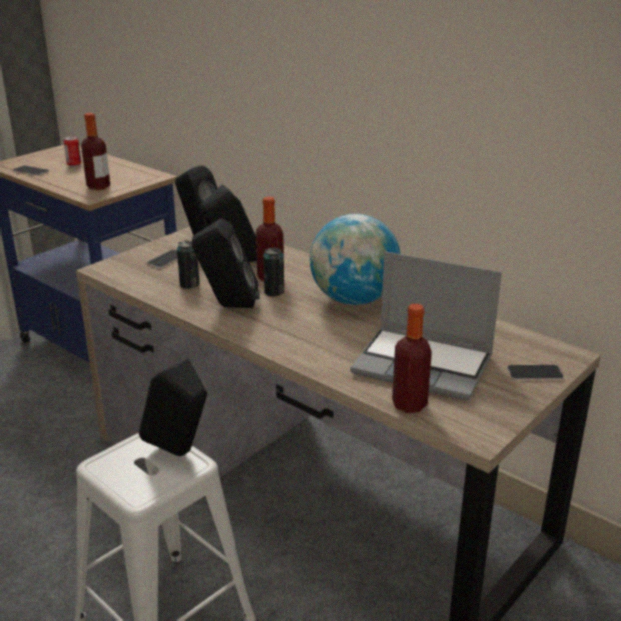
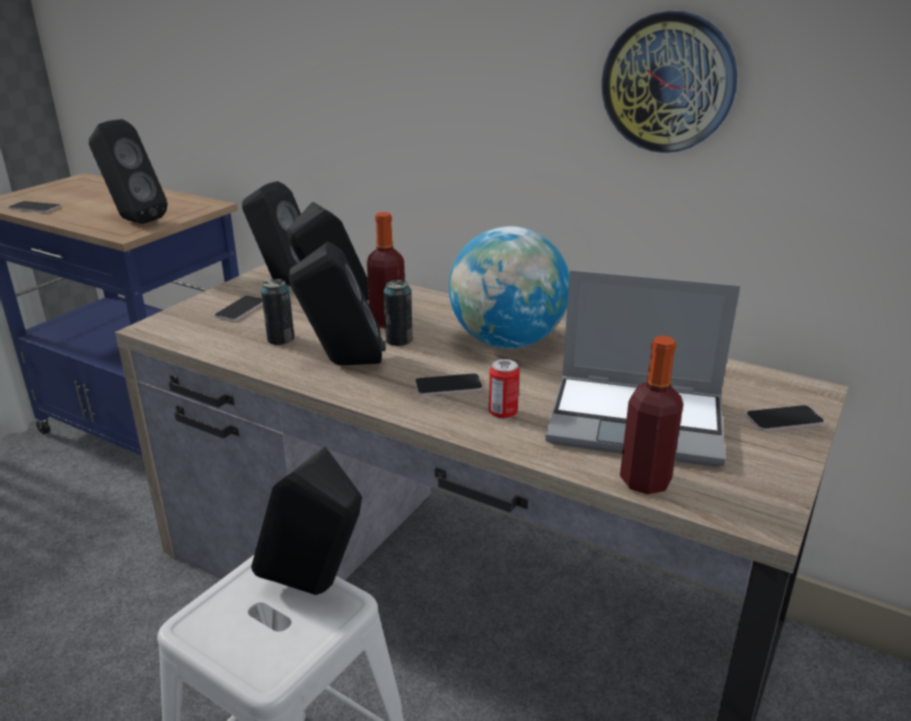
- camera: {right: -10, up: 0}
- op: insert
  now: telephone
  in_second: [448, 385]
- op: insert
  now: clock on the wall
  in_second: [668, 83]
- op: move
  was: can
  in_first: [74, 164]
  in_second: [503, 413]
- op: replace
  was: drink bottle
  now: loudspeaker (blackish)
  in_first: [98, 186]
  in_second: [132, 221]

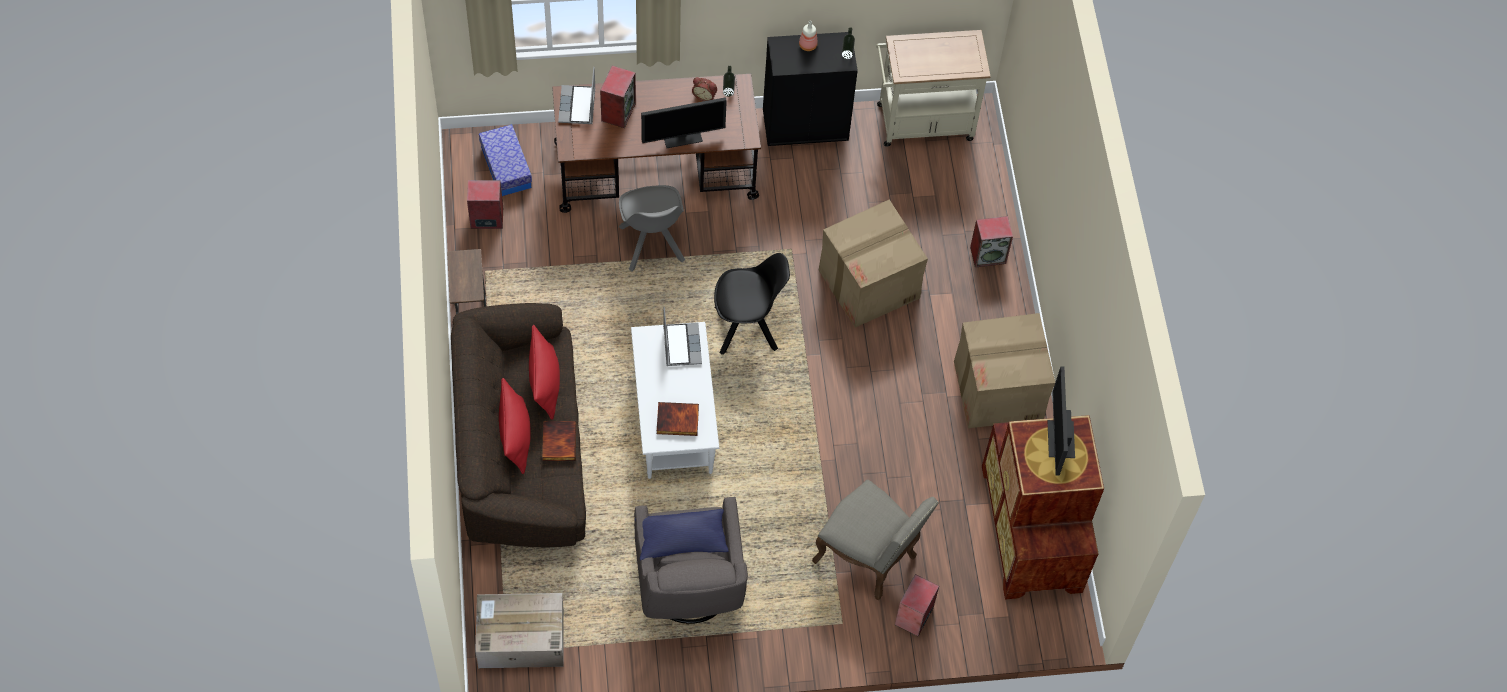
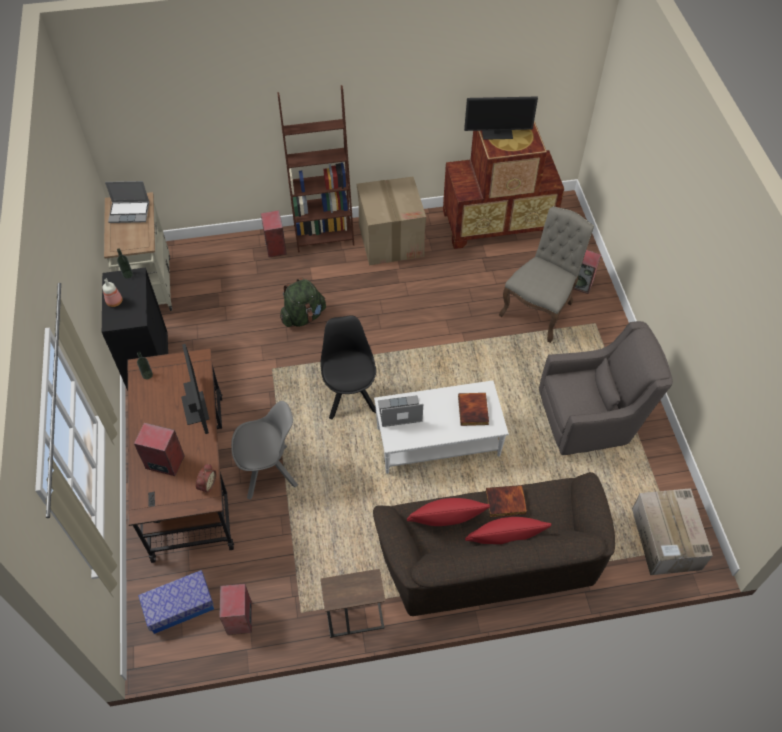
- camera: {right: -90, up: -5}
- op: delete
  was: pillow (bluish)
  in_first: [681, 540]
- op: insert
  now: bookcase (brownish)
  in_second: [324, 236]
- op: move
  was: portable computer
  in_first: [578, 106]
  in_second: [130, 212]
- op: move
  was: table clock
  in_first: [704, 95]
  in_second: [206, 484]
- op: replace
  was: cardboard box
  now: backpack (green-coloured)
  in_first: [869, 283]
  in_second: [303, 316]

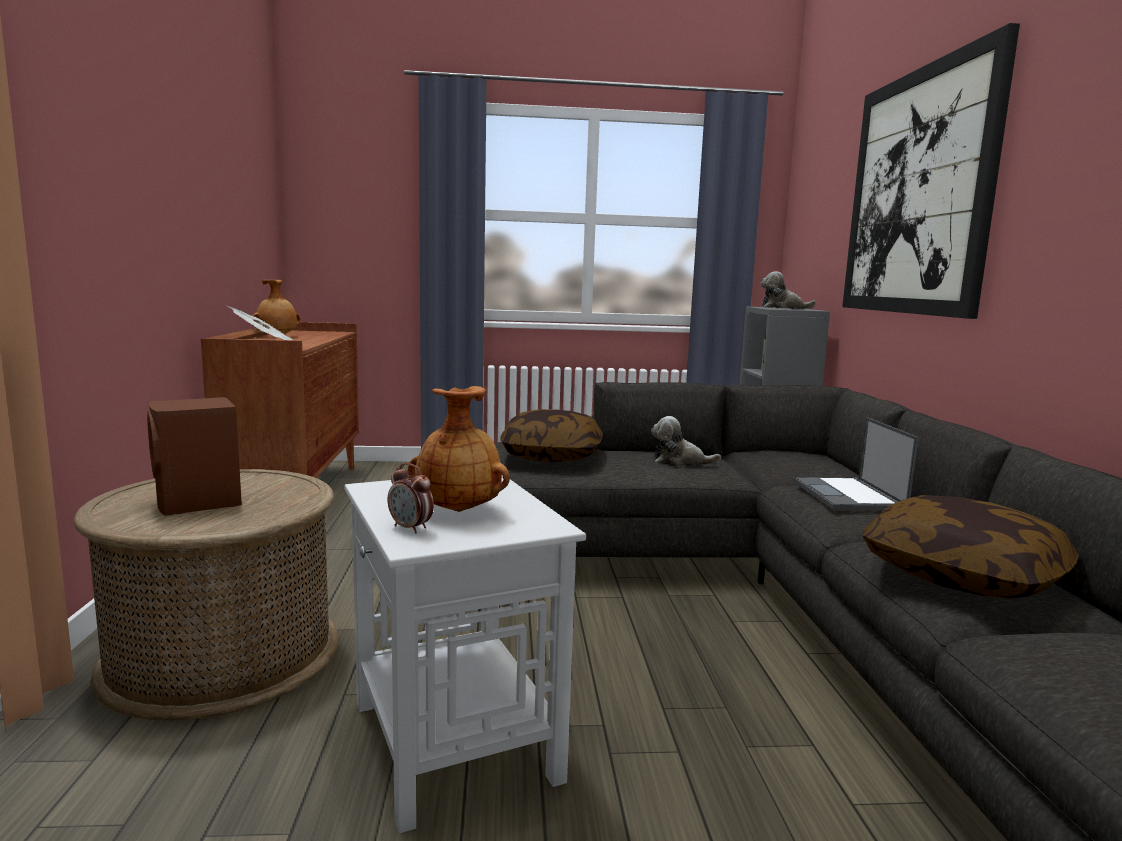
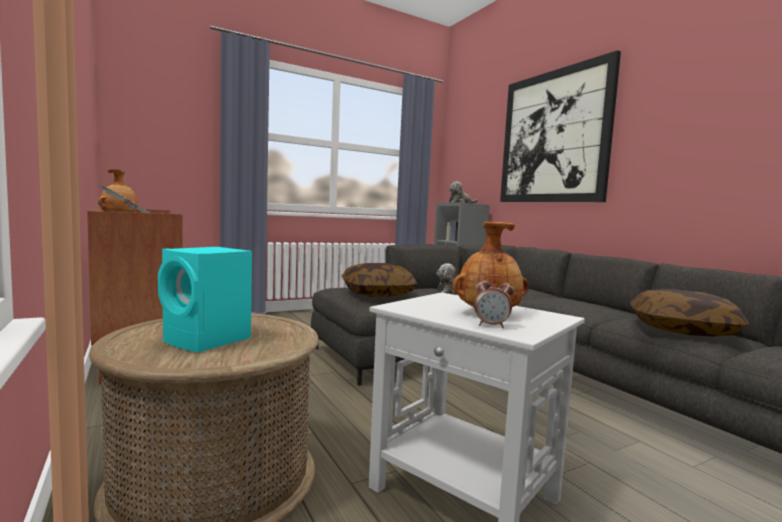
- camera: {right: -25, up: -5}
- op: delete
  was: portable computer
  in_first: [848, 495]
- op: recolor
  was: loudspeaker (brownish)
  now: loudspeaker (turquoise-coloured)
  in_first: [198, 503]
  in_second: [208, 341]

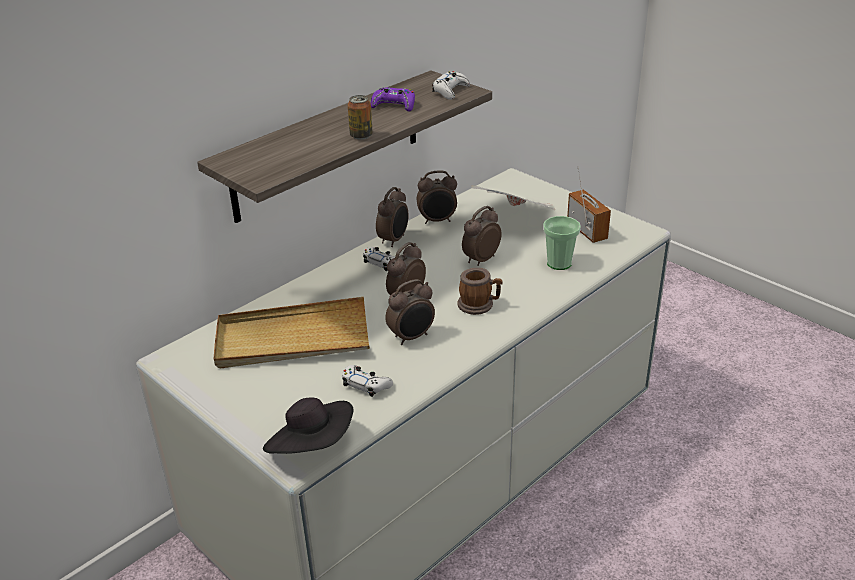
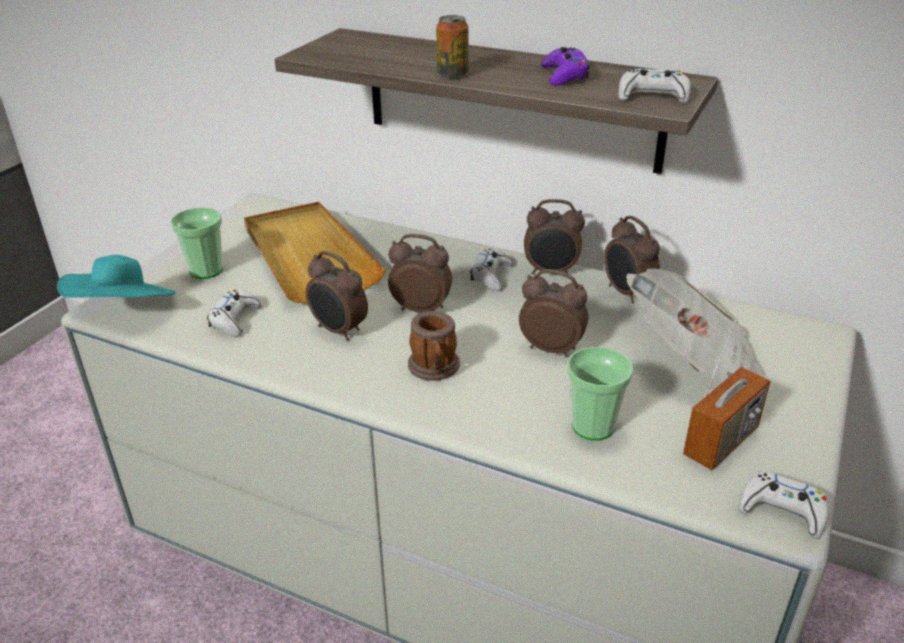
- camera: {right: 70, up: 0}
- op: insert
  now: cup
  in_second: [206, 270]
- op: insert
  now: game controller (white-coloured)
  in_second: [782, 511]
- op: recolor
  was: clothing hat (blackish)
  now: clothing hat (turquoise-coloured)
  in_first: [312, 446]
  in_second: [124, 311]

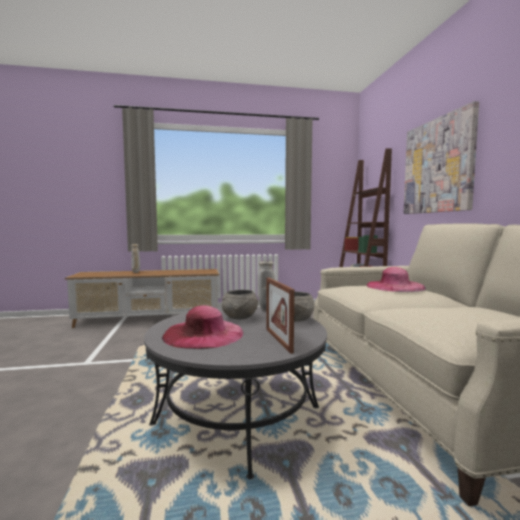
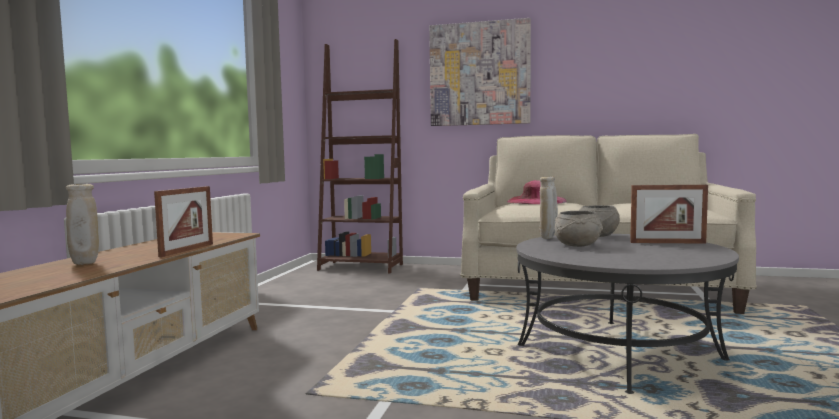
- camera: {right: -65, up: 0}
- op: delete
  was: clothing hat (pink-coloured)
  in_first: [203, 334]
- op: insert
  now: photo frame
  in_second: [187, 250]

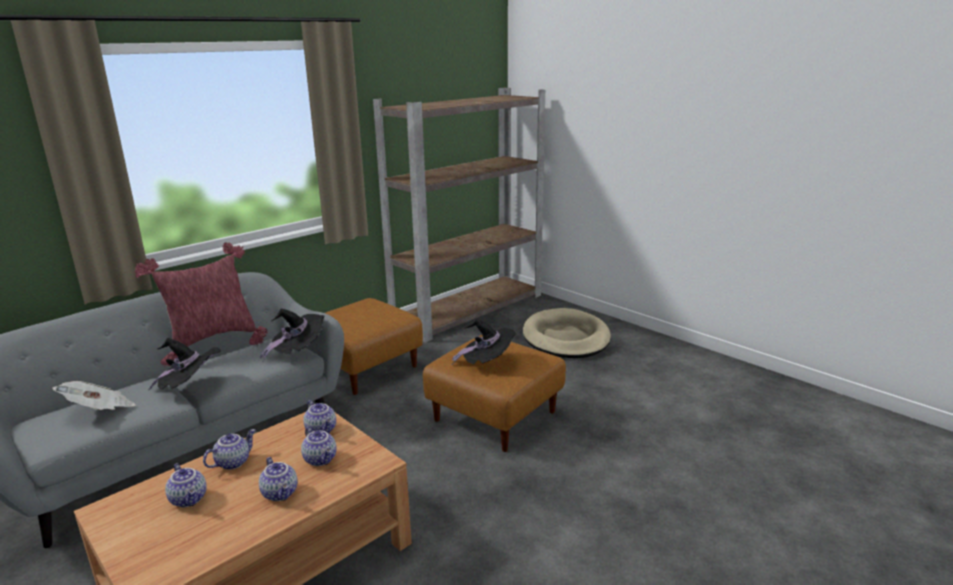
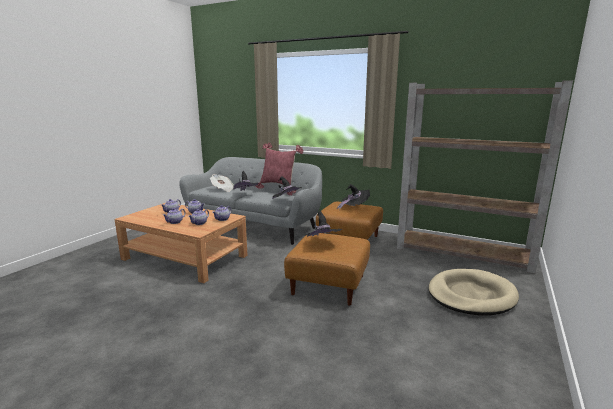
- camera: {right: 70, up: -5}
- op: insert
  now: clothing hat (blackish)
  in_second: [354, 207]

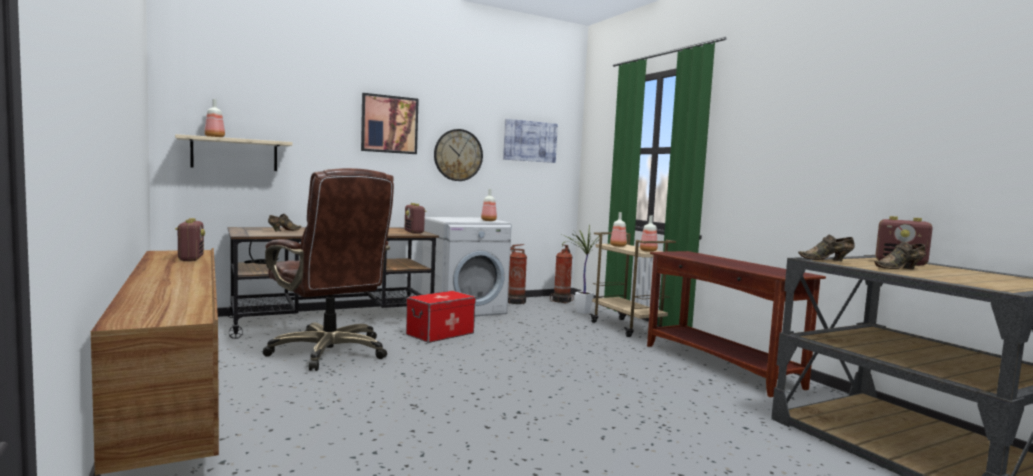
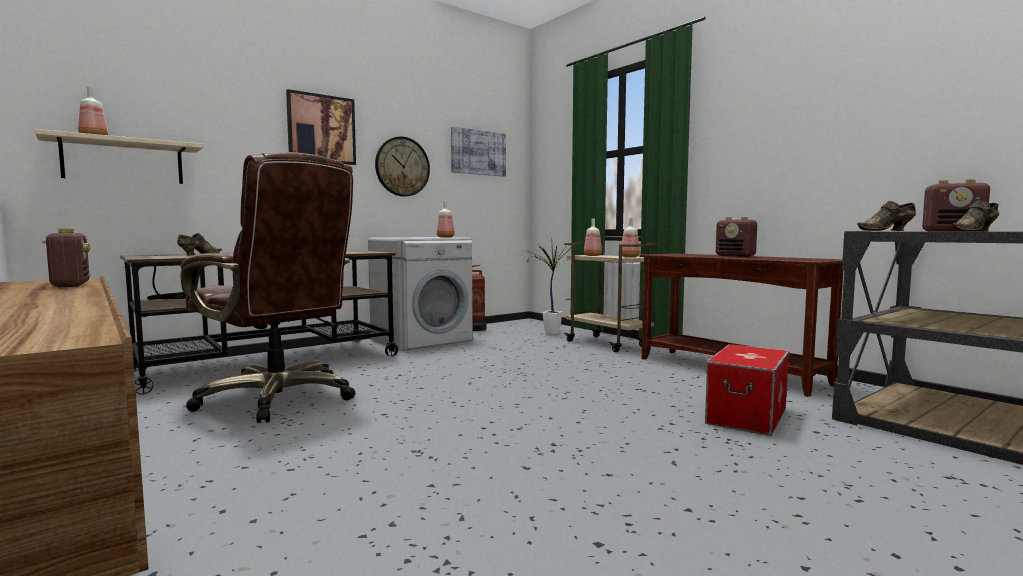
- camera: {right: -10, up: 0}
- op: delete
  was: fire extinguisher
  in_first: [562, 301]
- op: move
  was: radio
  in_first: [414, 232]
  in_second: [735, 256]
- op: move
  was: storage container
  in_first: [440, 333]
  in_second: [746, 415]

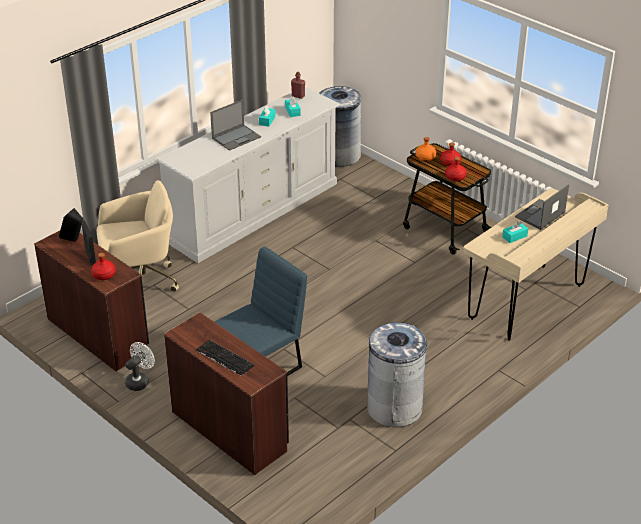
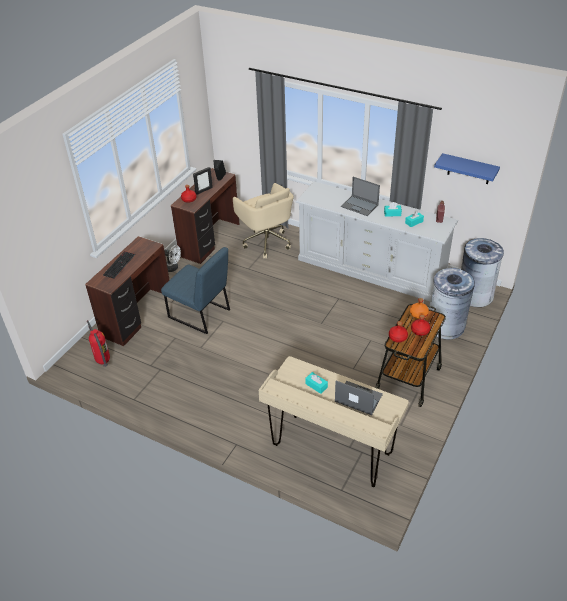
- camera: {right: 75, up: 5}
- op: insert
  now: fire extinguisher
  in_second: [103, 362]
- op: insert
  now: wall shelf (bluish)
  in_second: [469, 169]
- op: move
  was: trash can (gray)
  in_first: [394, 408]
  in_second: [445, 326]

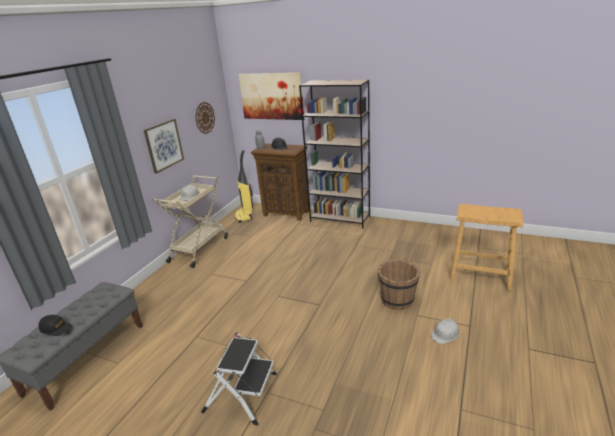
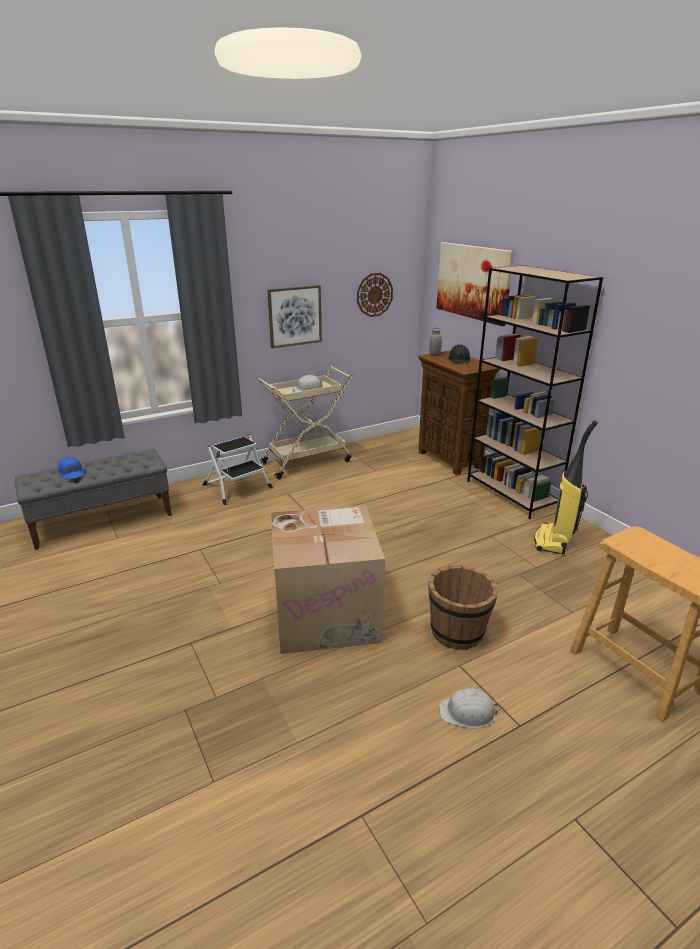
- camera: {right: 35, up: 0}
- op: insert
  now: cardboard box
  in_second: [327, 613]
- op: move
  was: stepladder
  in_first: [241, 394]
  in_second: [236, 487]
- op: move
  was: vacuum
  in_first: [244, 216]
  in_second: [553, 541]
- op: recolor
  was: baseball cap (blackish)
  now: baseball cap (bluish)
  in_first: [56, 328]
  in_second: [72, 473]

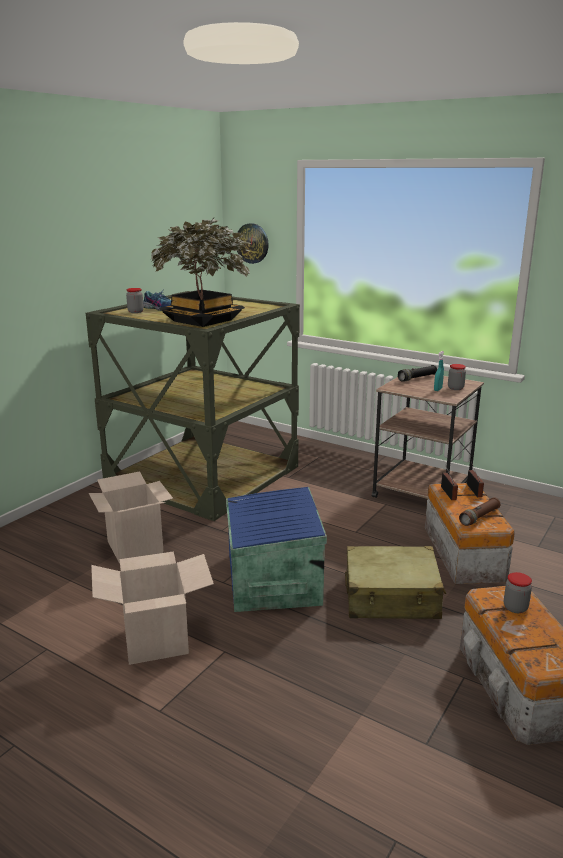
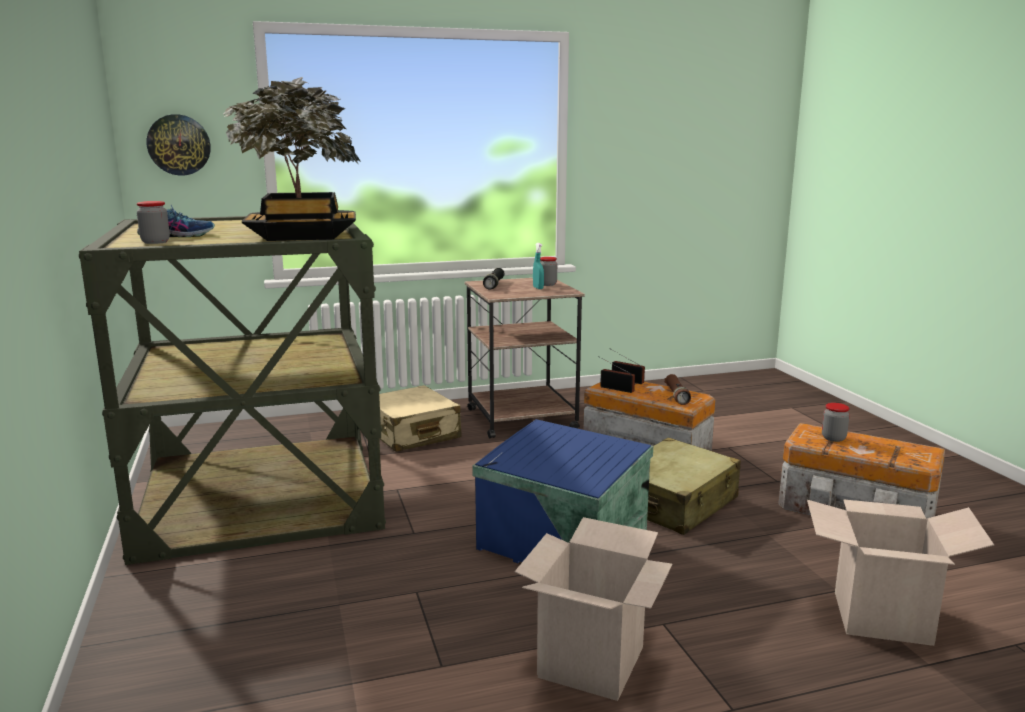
- camera: {right: -50, up: -5}
- op: insert
  now: travel case (beige)
  in_second: [411, 434]
- op: move
  was: cardboard box
  in_first: [135, 547]
  in_second: [881, 617]

